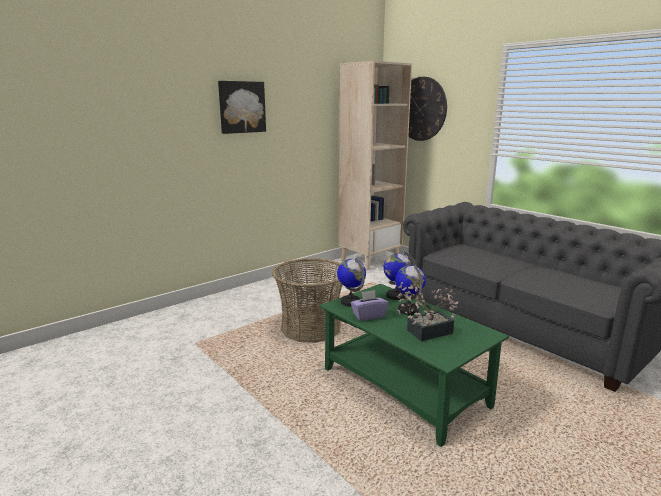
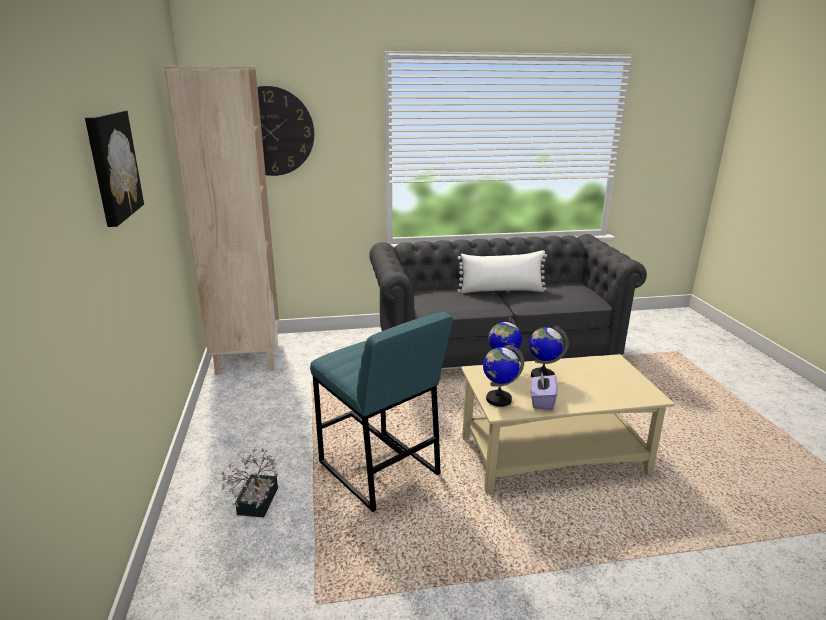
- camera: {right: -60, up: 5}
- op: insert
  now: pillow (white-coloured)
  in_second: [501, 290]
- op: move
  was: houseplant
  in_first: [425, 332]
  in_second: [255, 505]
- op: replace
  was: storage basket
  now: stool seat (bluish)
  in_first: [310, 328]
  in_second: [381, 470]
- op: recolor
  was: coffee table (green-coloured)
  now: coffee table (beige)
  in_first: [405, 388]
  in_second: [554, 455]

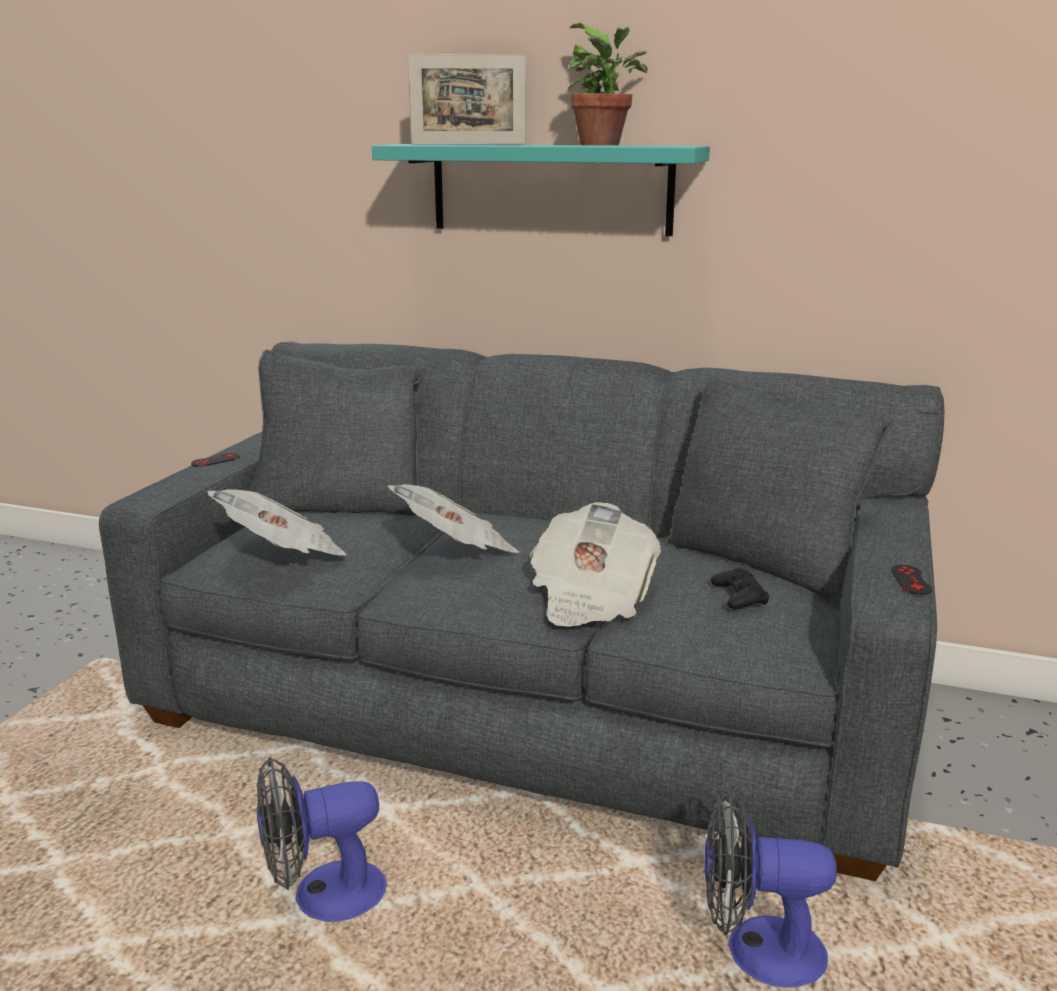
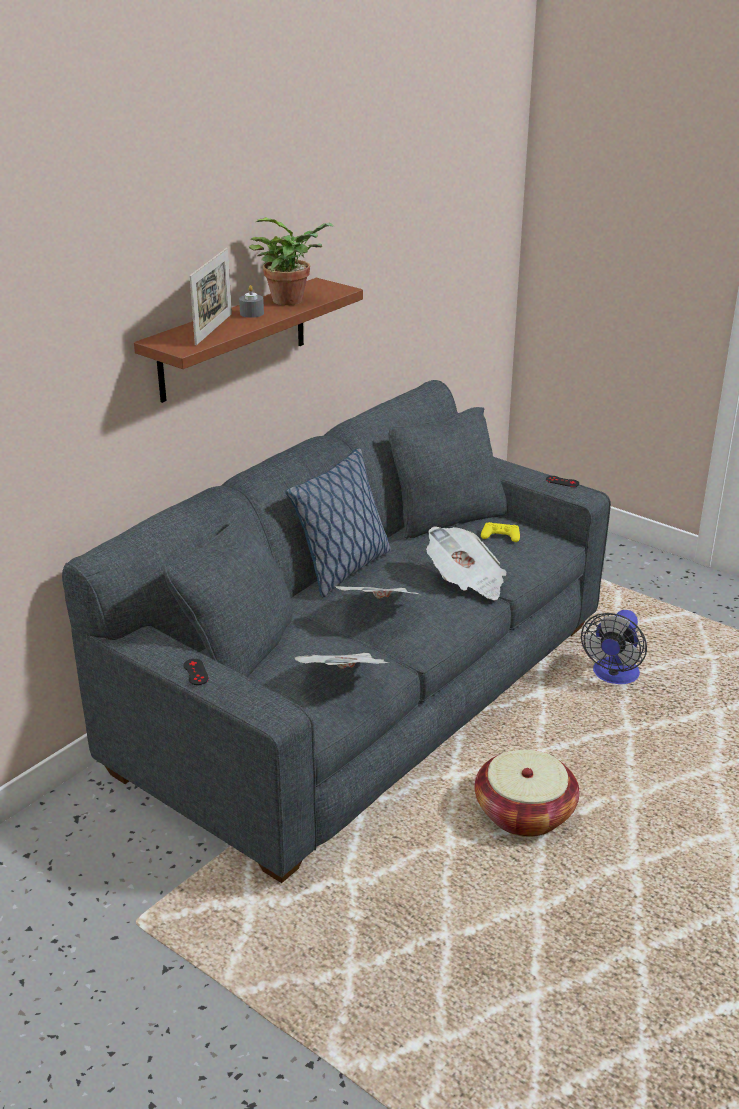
- camera: {right: -70, up: 10}
- op: insert
  now: wax candle (gray)
  in_second: [252, 313]
- op: insert
  now: pillow
  in_second: [343, 569]
- op: replace
  was: cooling fan
  now: storage basket
  in_first: [323, 897]
  in_second: [524, 813]
- op: recolor
  was: wall shelf (turquoise-coloured)
  now: wall shelf (brownish)
  in_first: [550, 189]
  in_second: [233, 339]
- op: recolor
  was: game controller (blackish)
  now: game controller (yellow)
  in_first: [739, 596]
  in_second: [500, 536]

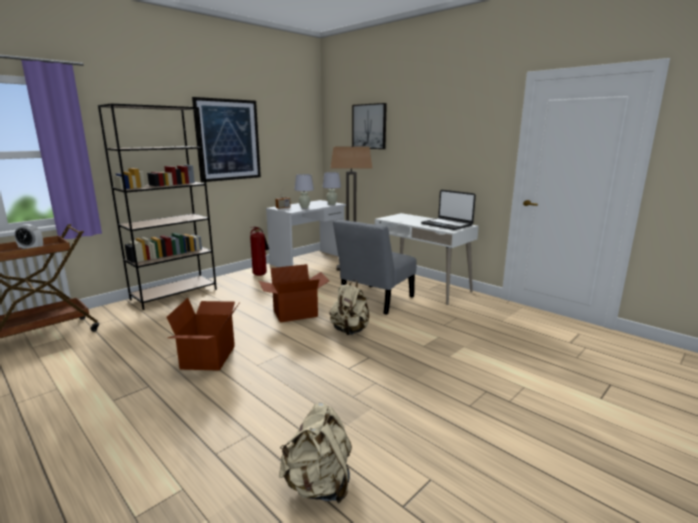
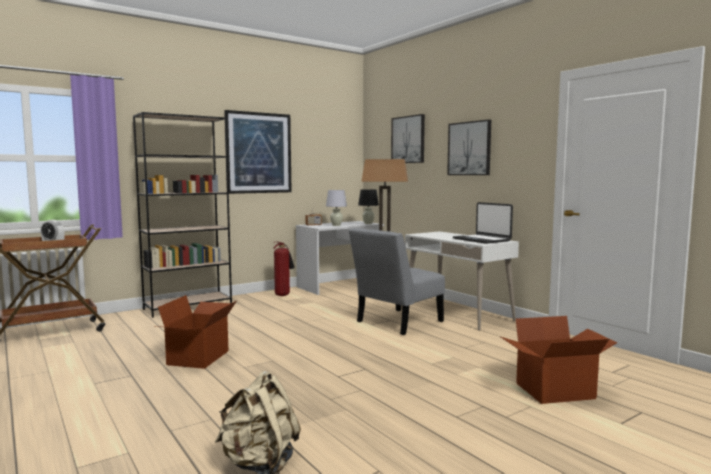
- camera: {right: 10, up: -10}
- op: delete
  was: backpack (beige)
  in_first: [350, 331]
- op: insert
  now: wall art
  in_second: [469, 148]
- op: move
  was: cardboard box
  in_first: [295, 313]
  in_second: [555, 391]
- op: recolor
  was: table lamp (white-coloured)
  now: table lamp (blackish)
  in_first: [331, 204]
  in_second: [368, 223]

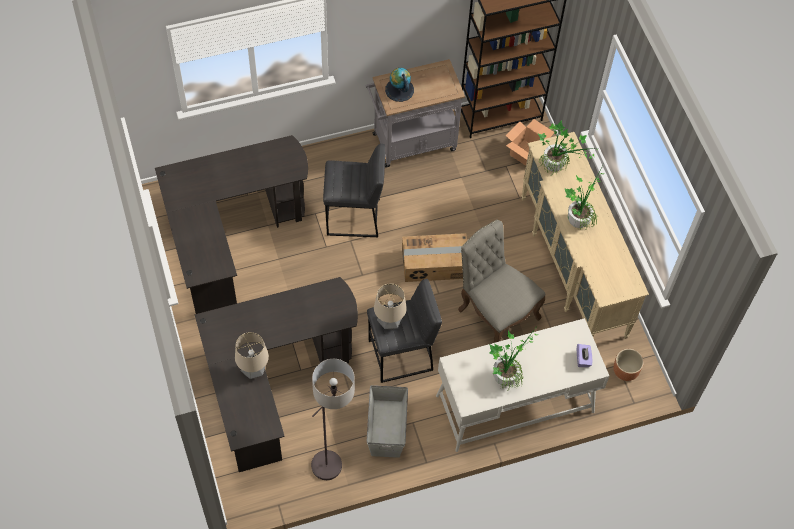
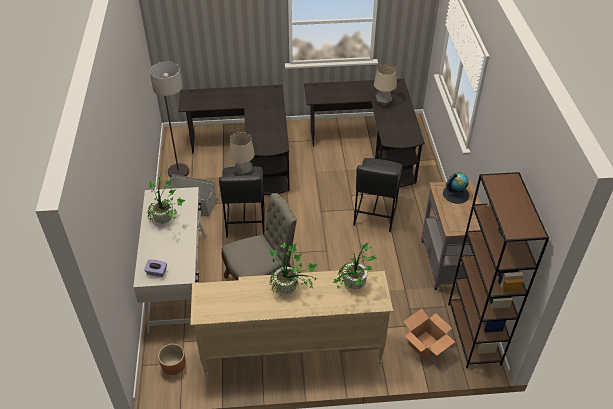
- camera: {right: 105, up: -15}
- op: delete
  was: cardboard box
  in_first: [434, 264]
- op: move
  was: table lamp
  in_first: [254, 371]
  in_second: [383, 103]

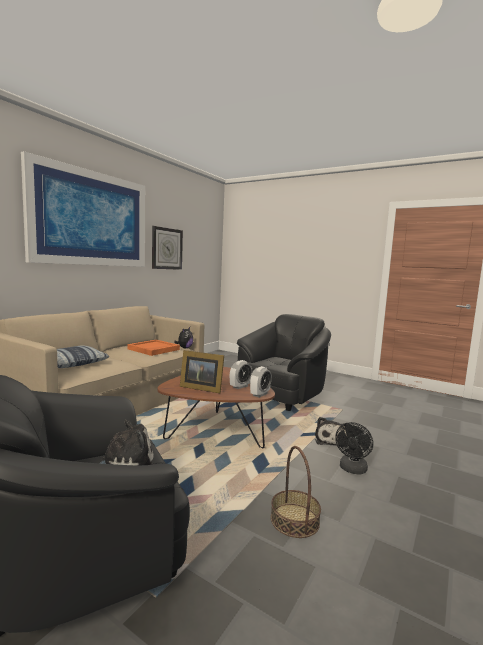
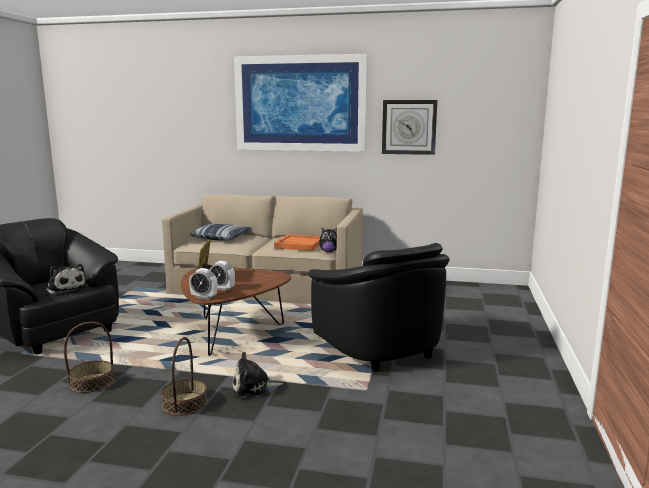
- camera: {right: 70, up: 5}
- op: replace
  was: cooling fan (blackish)
  now: storage basket
  in_first: [352, 470]
  in_second: [185, 403]
- op: rotate
  was: lounge chair (blackish)
  in_first: [282, 395]
  in_second: [378, 347]
  clockwise: 45

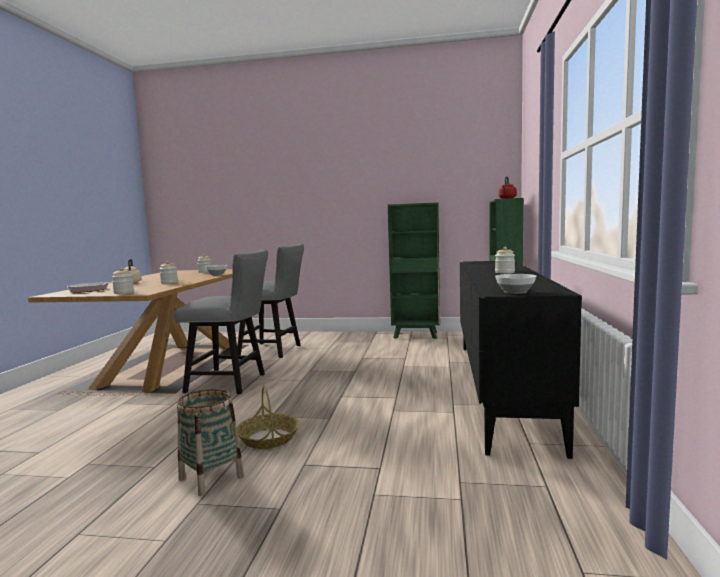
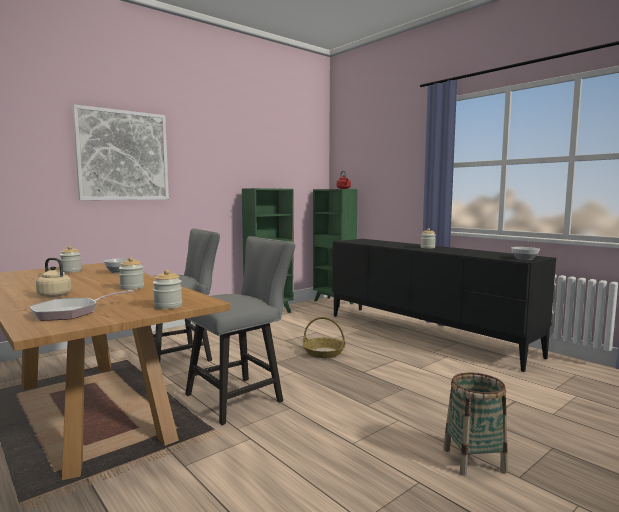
- camera: {right: -50, up: 0}
- op: insert
  now: wall art
  in_second: [123, 155]
- op: move
  was: storage basket
  in_first: [268, 438]
  in_second: [323, 352]

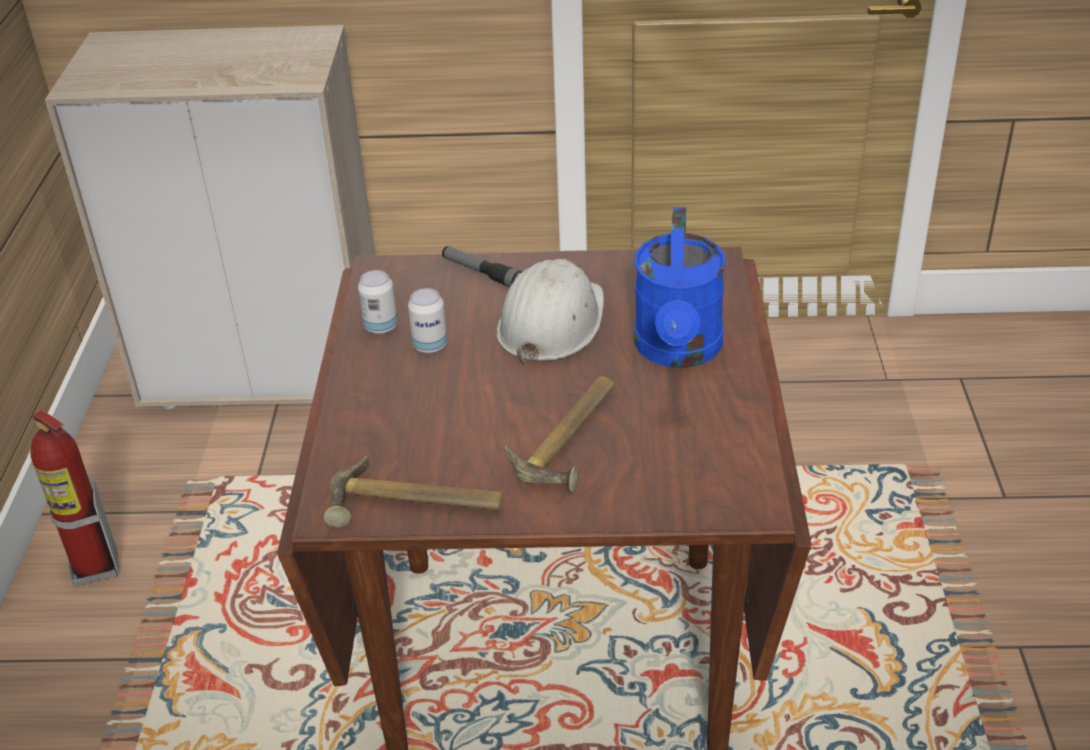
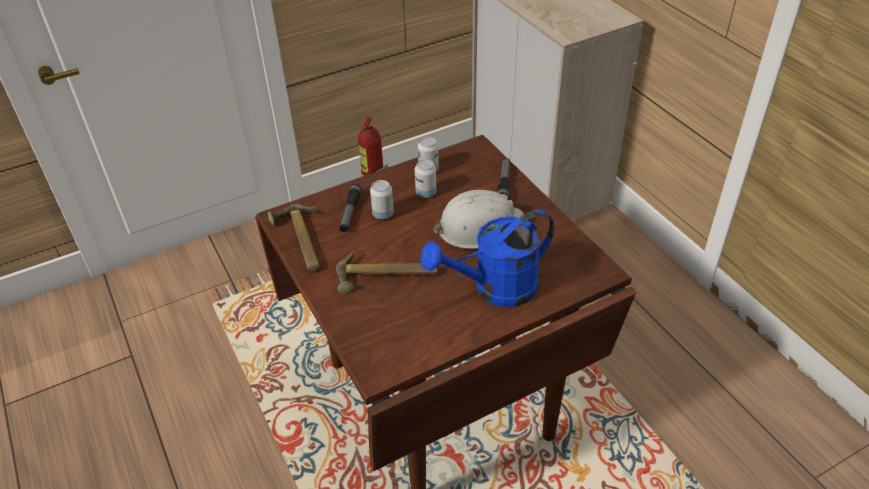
- camera: {right: 60, up: 5}
- op: insert
  now: hand torch
  in_second: [350, 213]
- op: insert
  now: can
  in_second: [383, 214]

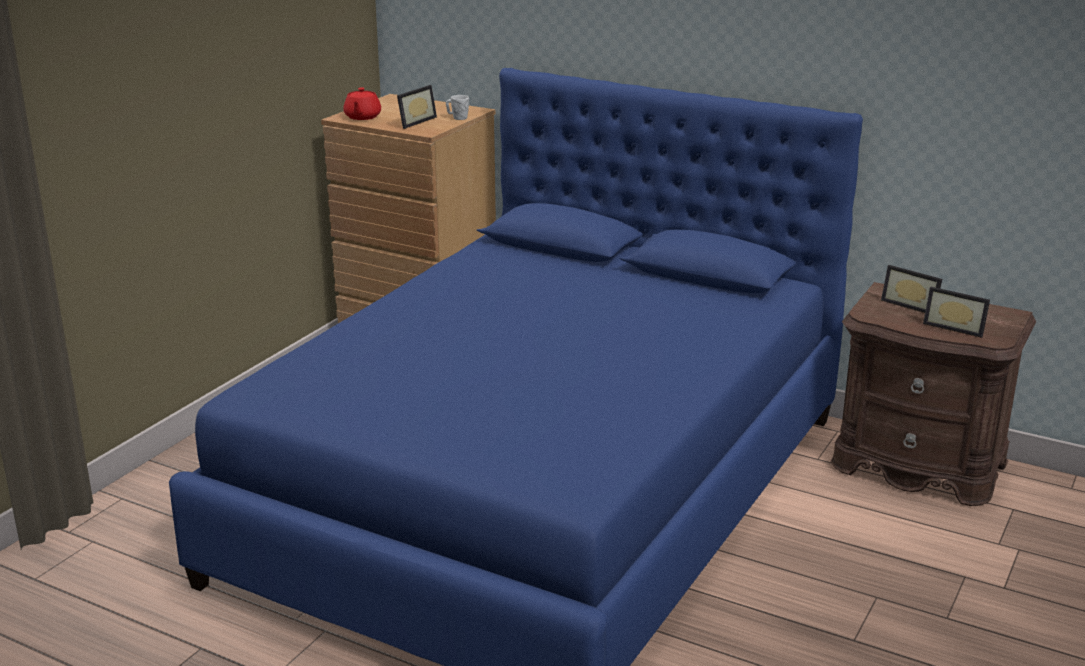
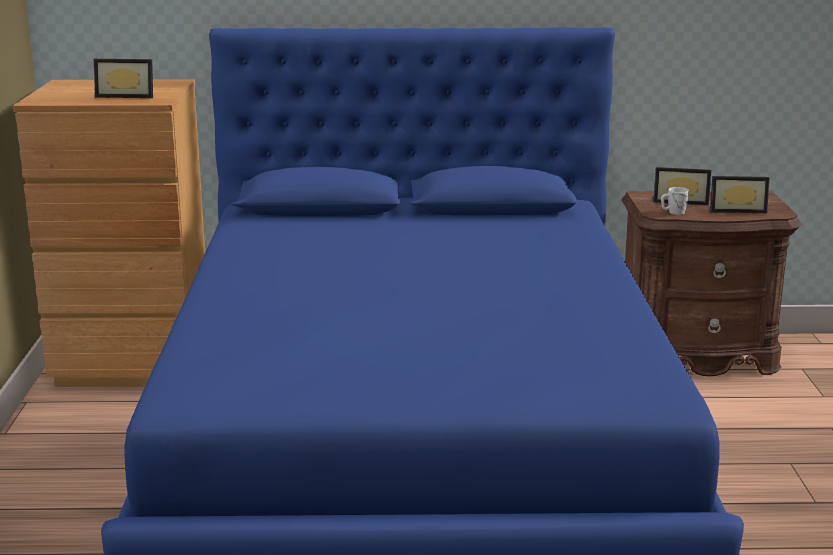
- camera: {right: -30, up: -5}
- op: delete
  was: tea pot (reddish)
  in_first: [362, 117]
- op: move
  was: coffee mug (white-coloured)
  in_first: [457, 118]
  in_second: [673, 213]
- op: rotate
  was: photo frame
  in_first: [413, 122]
  in_second: [126, 96]
  clockwise: 90

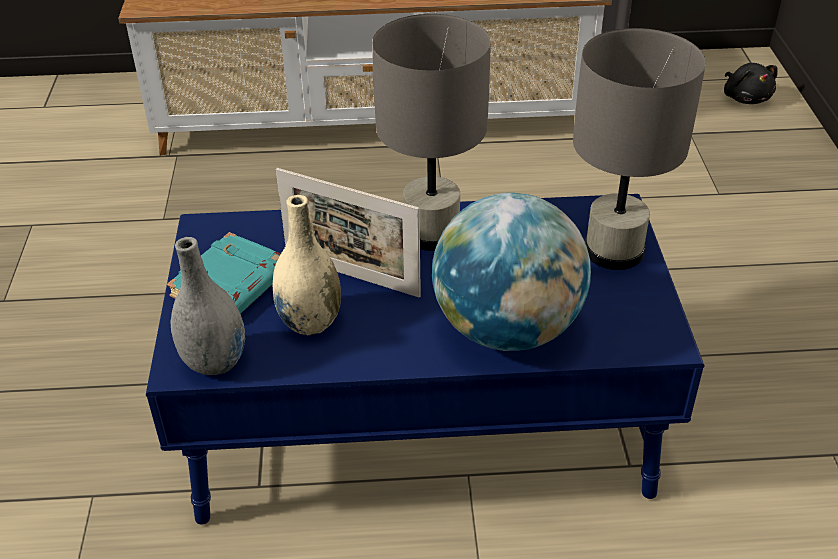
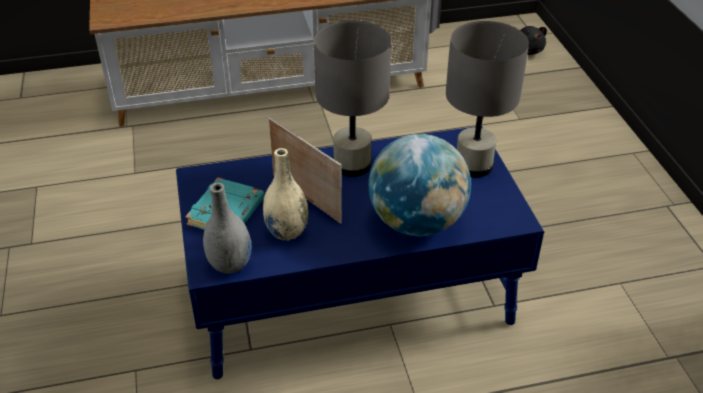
- camera: {right: -10, up: 0}
- op: rotate
  was: photo frame
  in_first: [352, 275]
  in_second: [306, 198]
  clockwise: -150

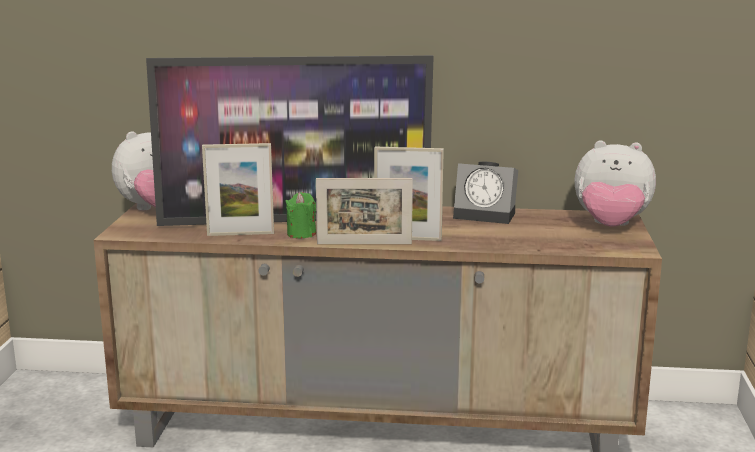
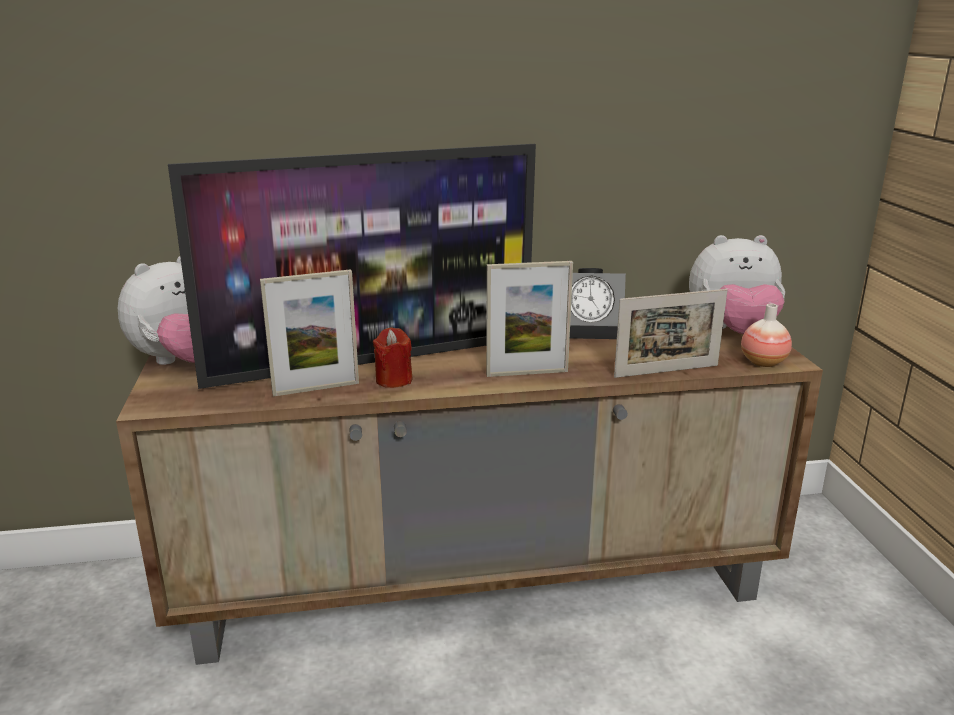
- camera: {right: -15, up: 5}
- op: insert
  now: decorative vase
  in_second: [763, 362]
- op: move
  was: photo frame
  in_first: [364, 244]
  in_second: [666, 371]
- op: recolor
  was: wax candle (green-coloured)
  now: wax candle (reddish)
  in_first: [301, 234]
  in_second: [394, 380]

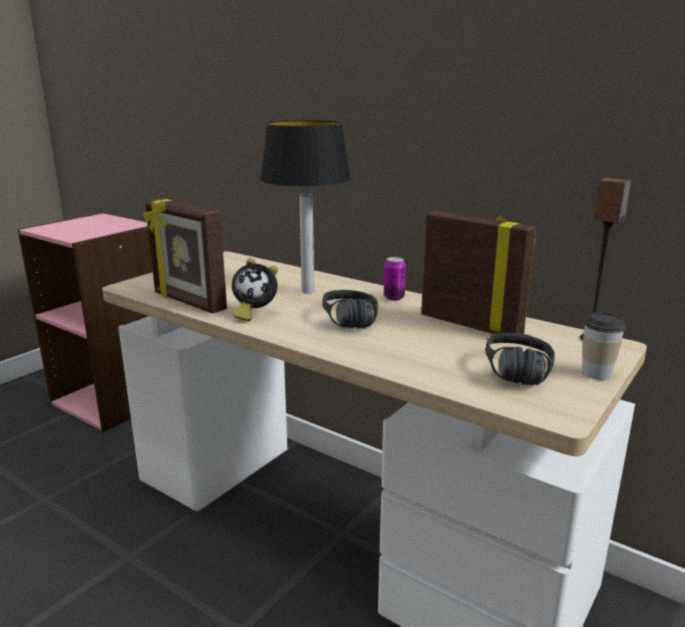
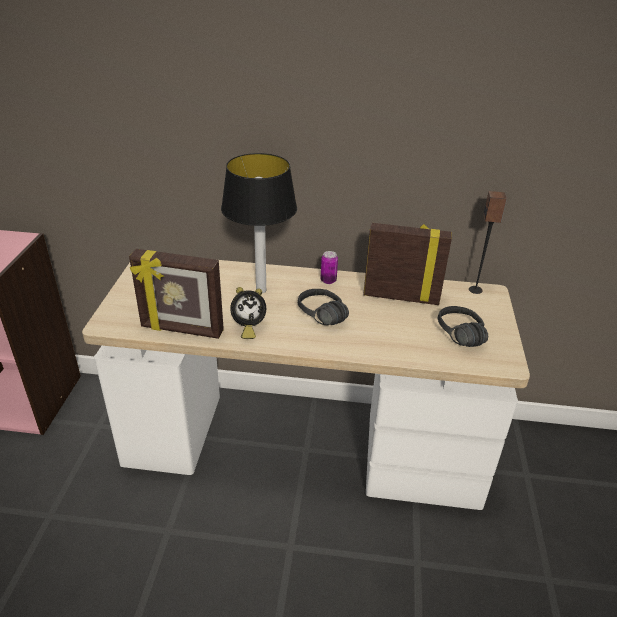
- camera: {right: -30, up: 15}
- op: delete
  was: cup
  in_first: [596, 373]

